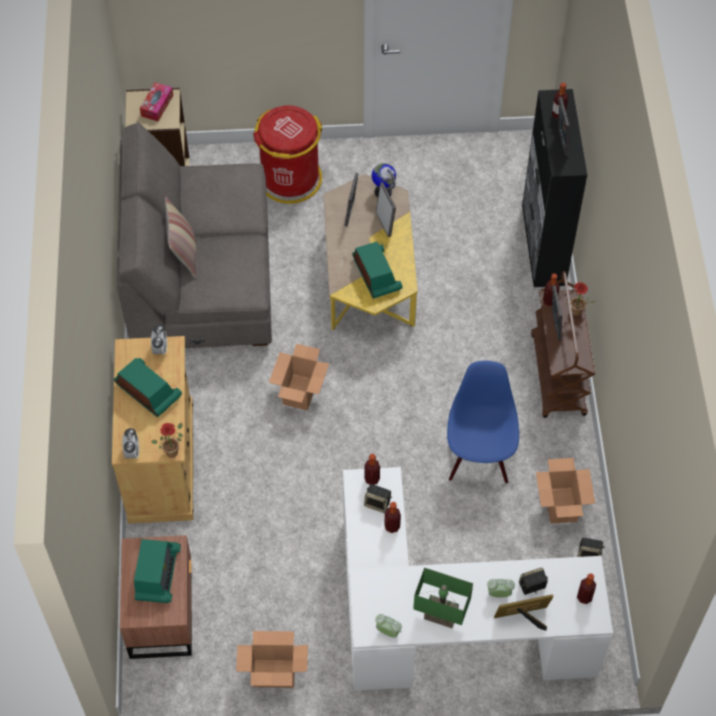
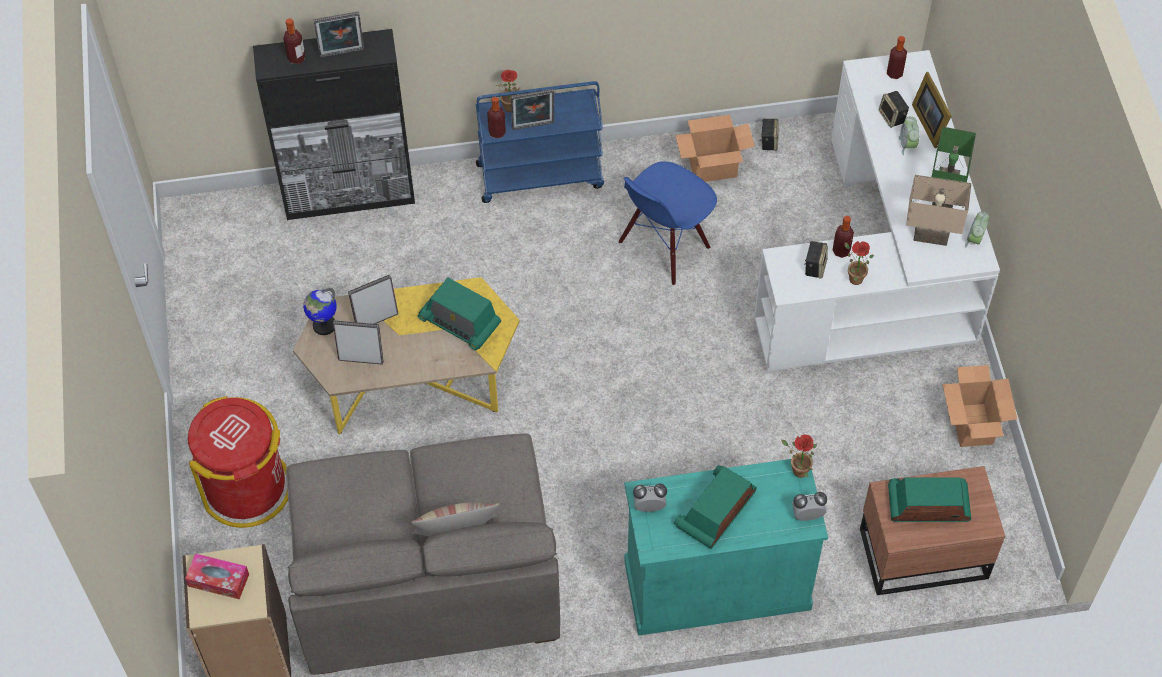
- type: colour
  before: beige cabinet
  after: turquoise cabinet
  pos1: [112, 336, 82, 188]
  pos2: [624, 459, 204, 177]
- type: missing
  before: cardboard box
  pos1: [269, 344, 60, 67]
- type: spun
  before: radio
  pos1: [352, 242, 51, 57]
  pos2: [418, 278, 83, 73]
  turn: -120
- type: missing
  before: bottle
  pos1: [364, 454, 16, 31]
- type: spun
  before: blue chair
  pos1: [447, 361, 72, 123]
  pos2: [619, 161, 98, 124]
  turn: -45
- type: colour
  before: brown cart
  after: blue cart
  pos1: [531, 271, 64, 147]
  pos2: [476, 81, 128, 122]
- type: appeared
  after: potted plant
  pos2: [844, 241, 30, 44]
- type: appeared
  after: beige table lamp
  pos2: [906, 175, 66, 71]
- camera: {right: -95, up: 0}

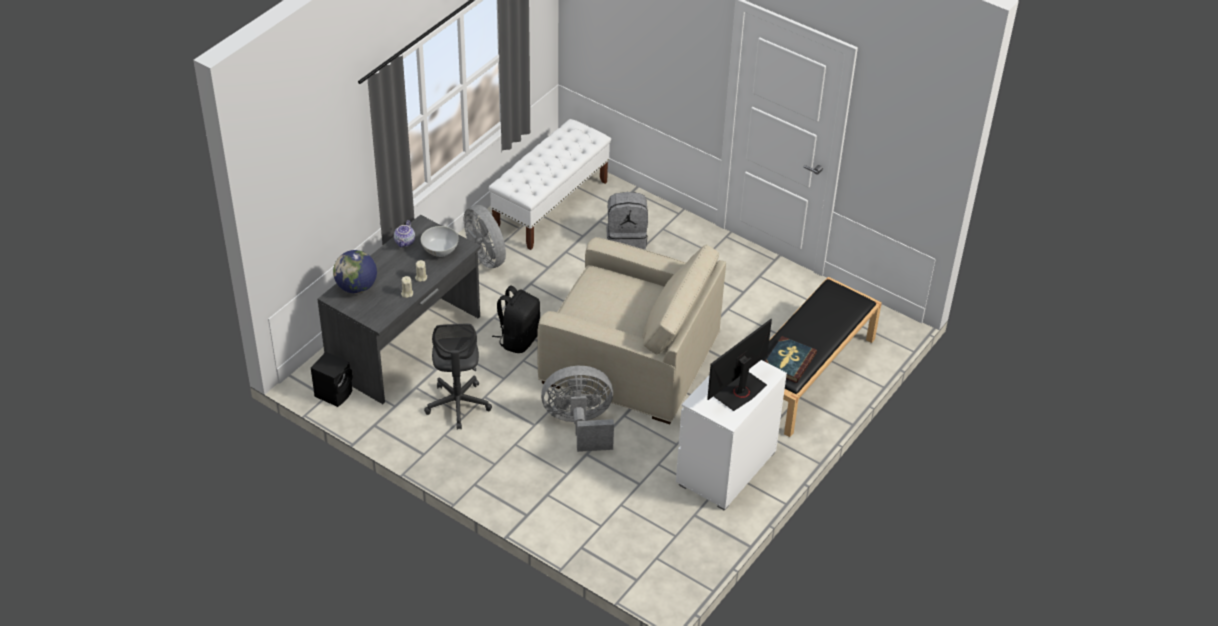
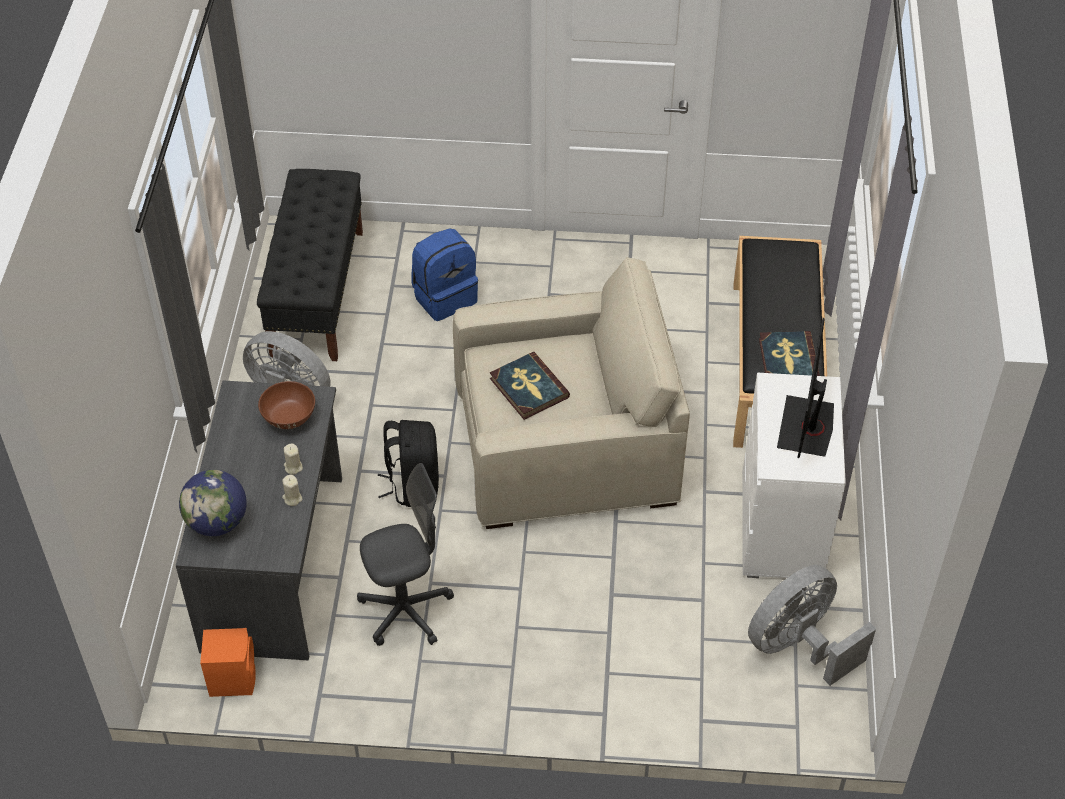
- type: colour
  before: black speaker
  after: orange speaker
  pos1: [311, 352, 42, 55]
  pos2: [200, 628, 56, 69]
- type: missing
  before: teapot
  pos1: [394, 220, 21, 27]
- type: colour
  before: white bowl
  after: brown bowl
  pos1: [421, 226, 38, 31]
  pos2: [258, 381, 57, 48]
- type: spun
  before: grey office chair
  pos1: [424, 323, 68, 107]
  pos2: [357, 463, 97, 183]
  turn: -75
- type: colour
  before: white bench
  after: black bench
  pos1: [488, 119, 123, 131]
  pos2: [257, 169, 106, 192]
- type: relocated
  before: grey fan
  pos1: [541, 366, 73, 86]
  pos2: [748, 565, 128, 121]
- type: colour
  before: grey backpack
  after: blue backpack
  pos1: [606, 192, 42, 58]
  pos2: [411, 229, 67, 92]
- type: appeared
  after: book
  pos2: [490, 352, 80, 68]
- camera: {right: -30, up: 5}

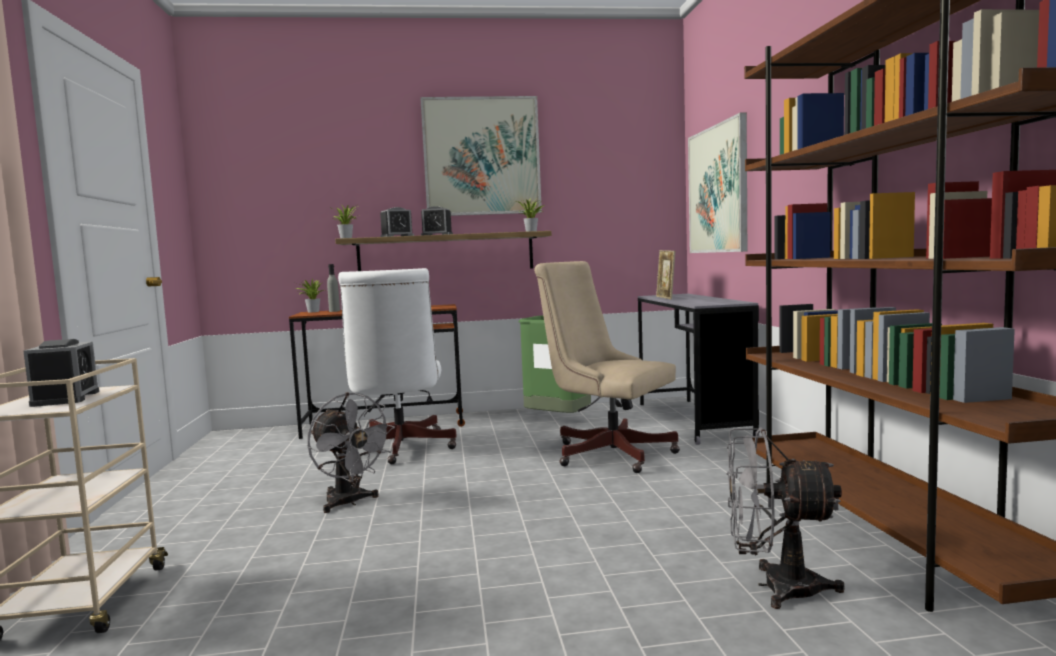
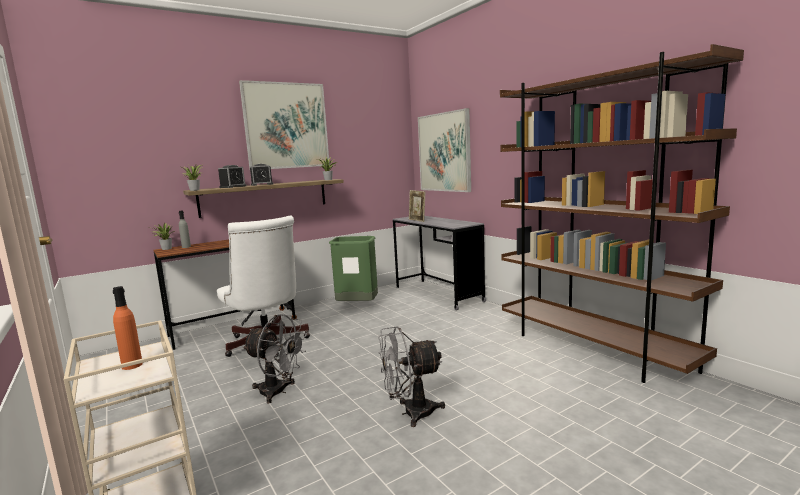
- type: exchanged
  before: alarm clock
  after: orange bottle
  pos1: [23, 339, 76, 68]
  pos2: [113, 286, 30, 84]
- type: missing
  before: beige office chair
  pos1: [534, 261, 146, 212]
- type: relocated
  before: grey fan
  pos1: [727, 428, 118, 181]
  pos2: [378, 326, 67, 101]
- camera: {right: -25, up: 5}

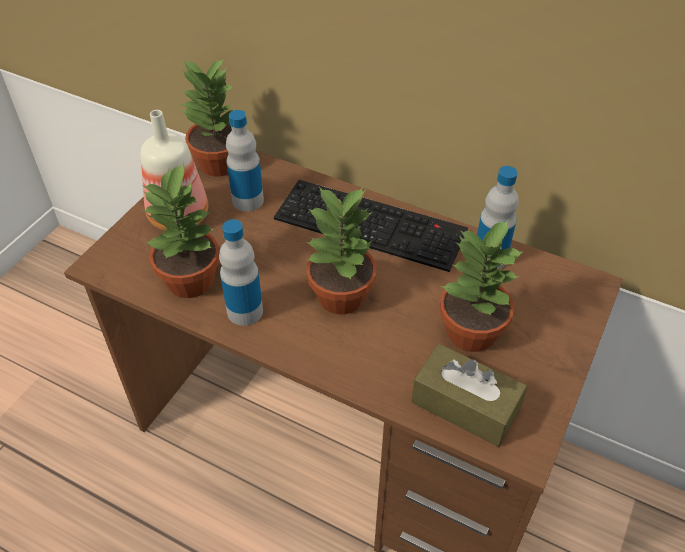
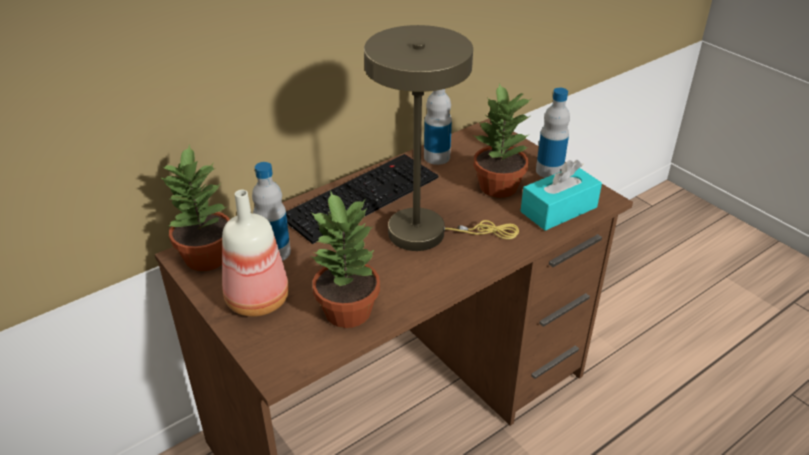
- type: relocated
  before: bottle
  pos1: [219, 219, 44, 107]
  pos2: [536, 88, 34, 90]
- type: exchanged
  before: potted plant
  after: beige table lamp
  pos1: [306, 187, 70, 127]
  pos2: [364, 25, 155, 226]
- type: colour
  before: brown tissue box
  after: turquoise tissue box
  pos1: [411, 344, 116, 103]
  pos2: [520, 160, 82, 71]
- camera: {right: -65, up: -10}

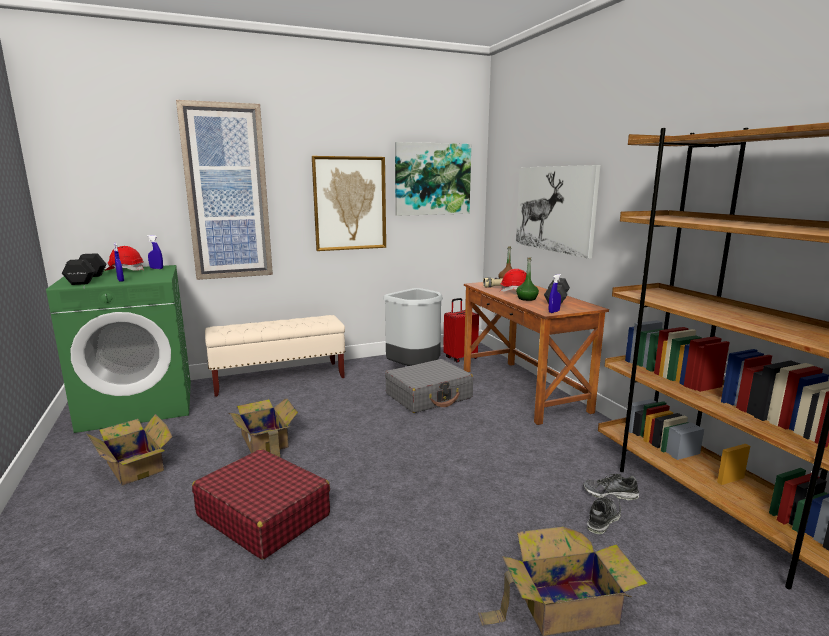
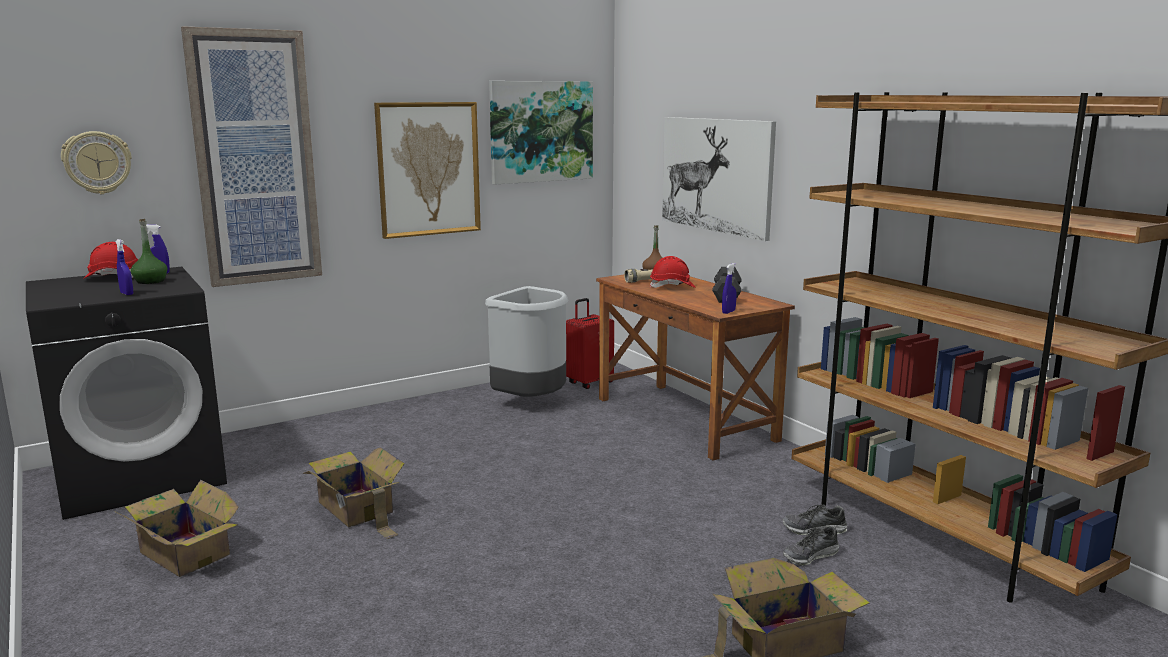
- type: colour
  before: green washing machine
  after: black washing machine
  pos1: [46, 265, 145, 168]
  pos2: [26, 267, 201, 253]
- type: missing
  before: black dumbbell
  pos1: [62, 253, 45, 32]
- type: missing
  before: red suitcase
  pos1: [192, 449, 138, 111]
- type: missing
  before: beige bench
  pos1: [205, 315, 141, 82]
- type: missing
  before: grey suitcase
  pos1: [385, 359, 88, 54]
- type: relocated
  before: green bottle
  pos1: [516, 257, 23, 44]
  pos2: [131, 219, 36, 65]
- type: spun
  before: shoe
  pos1: [587, 494, 34, 40]
  pos2: [783, 525, 57, 41]
  turn: -150
- type: appeared
  after: wall clock
  pos2: [61, 131, 71, 63]
- camera: {right: -10, up: 0}

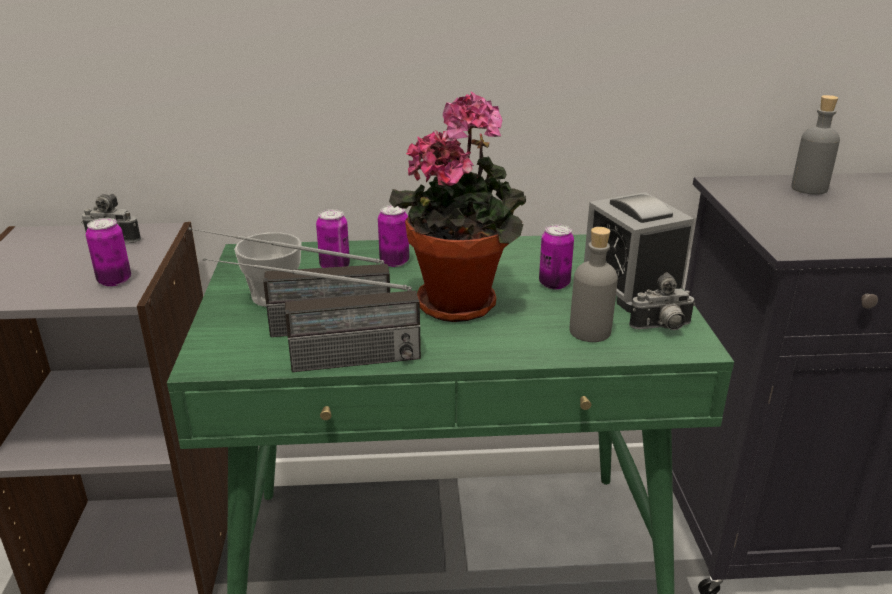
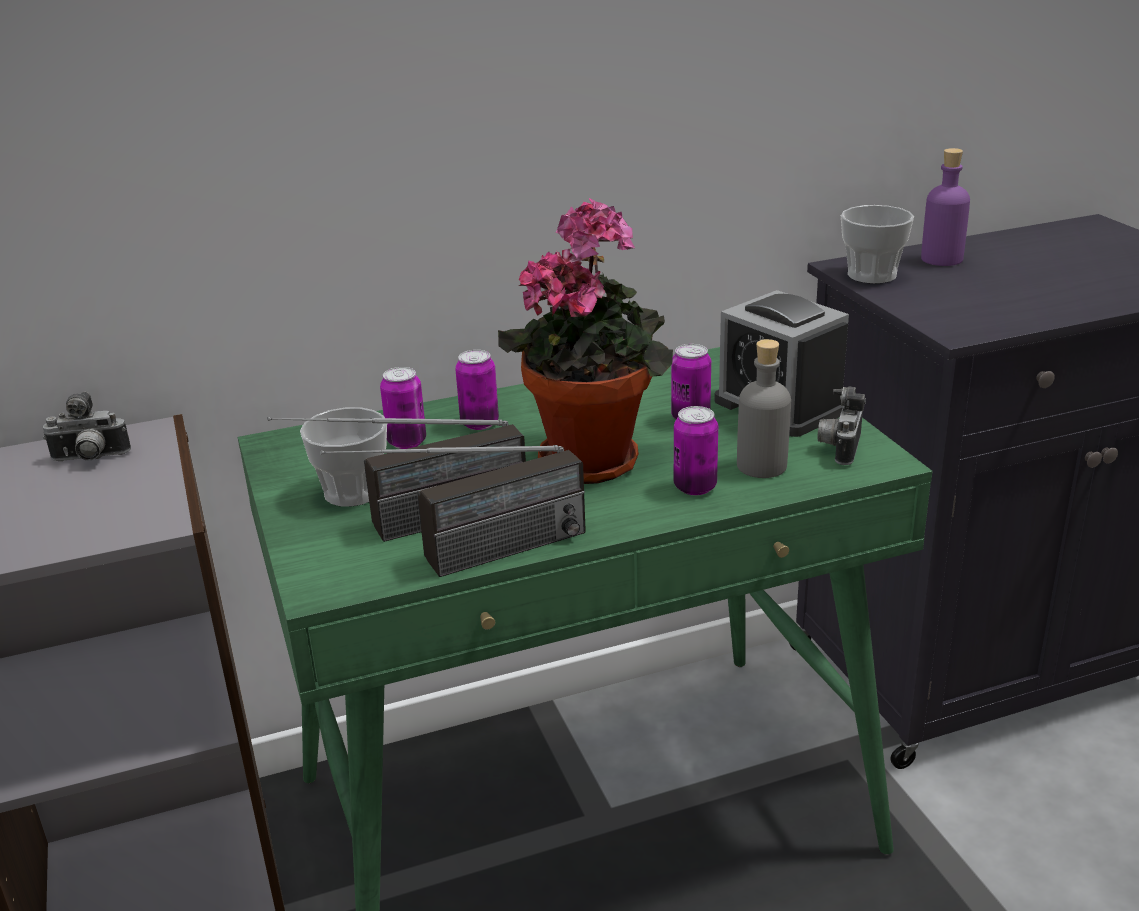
- type: relocated
  before: can
  pos1: [86, 218, 45, 69]
  pos2: [674, 406, 44, 89]
- type: spun
  before: photo camera
  pos1: [629, 272, 66, 58]
  pos2: [818, 386, 48, 79]
  turn: 135
- type: colour
  before: grey bottle
  after: purple bottle
  pos1: [791, 95, 49, 100]
  pos2: [921, 148, 49, 118]
- type: appeared
  after: cup
  pos2: [841, 205, 73, 79]
- camera: {right: -15, up: 0}

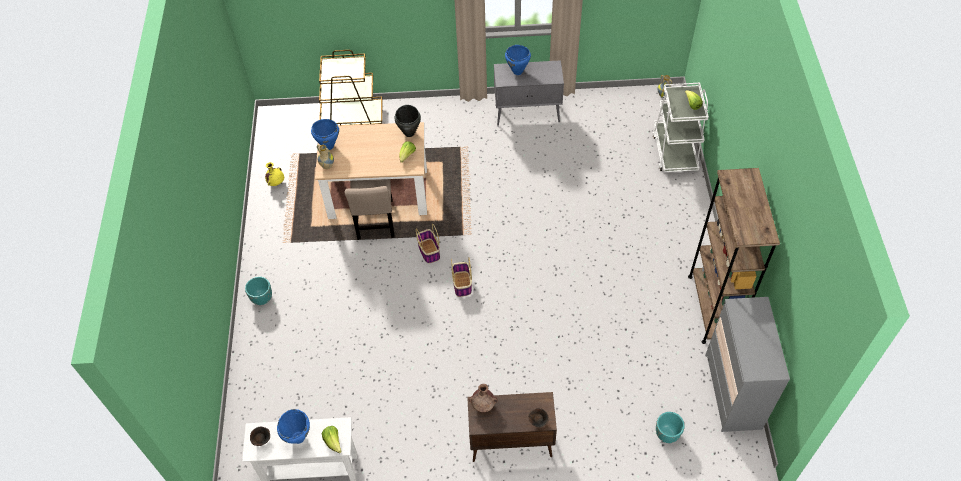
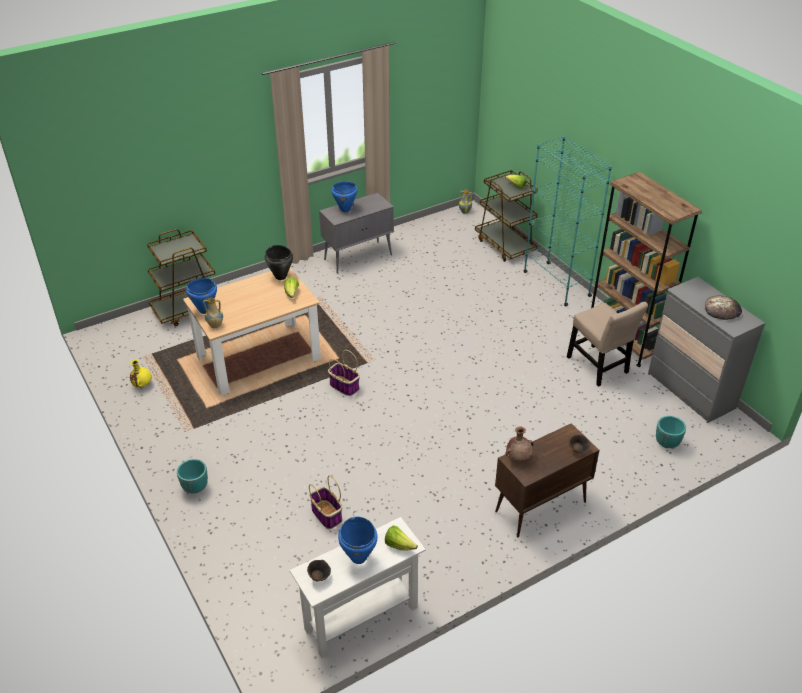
- type: relocated
  before: beige chair
  pos1: [345, 179, 50, 61]
  pos2: [567, 302, 81, 85]
- type: relocated
  before: basket
  pos1: [451, 258, 21, 39]
  pos2: [309, 475, 33, 54]
- type: colour
  before: white cart
  after: brown cart
  pos1: [653, 83, 56, 89]
  pos2: [475, 170, 63, 92]
- type: appeared
  after: turquoise bookcase
  pos2: [523, 136, 89, 171]
- type: appeared
  after: bread
  pos2: [705, 295, 37, 25]
- camera: {right: -30, up: -15}

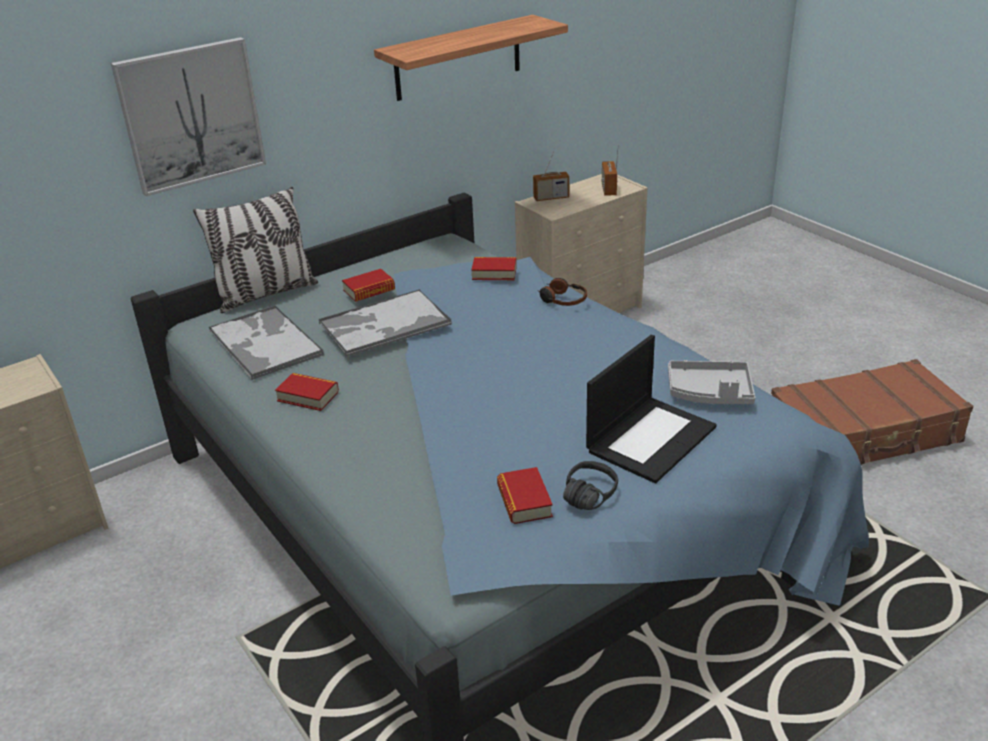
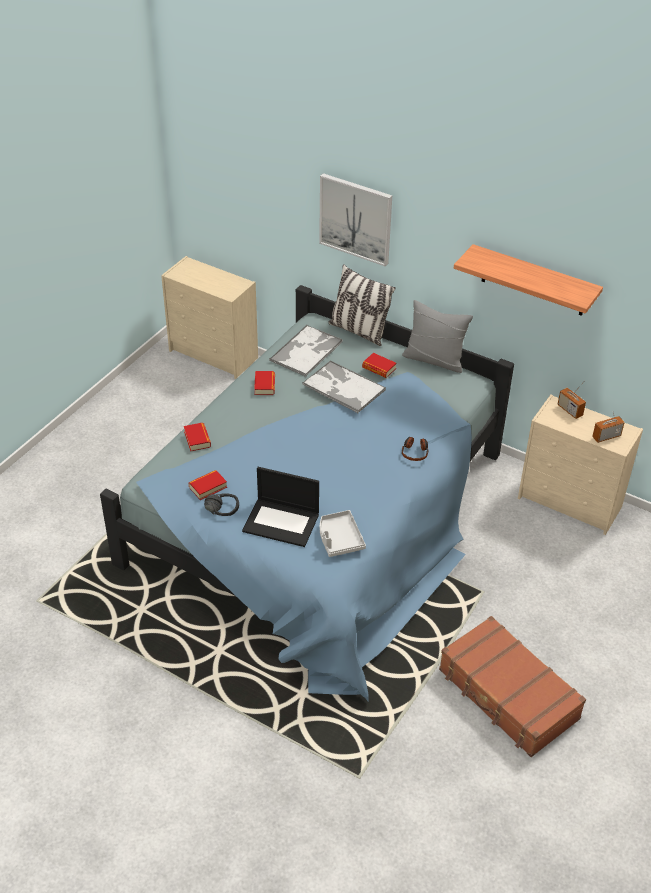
- type: relocated
  before: book
  pos1: [471, 257, 46, 23]
  pos2: [184, 423, 27, 28]
- type: appeared
  after: grey pillow
  pos2: [402, 300, 71, 73]
- camera: {right: 65, up: 10}

